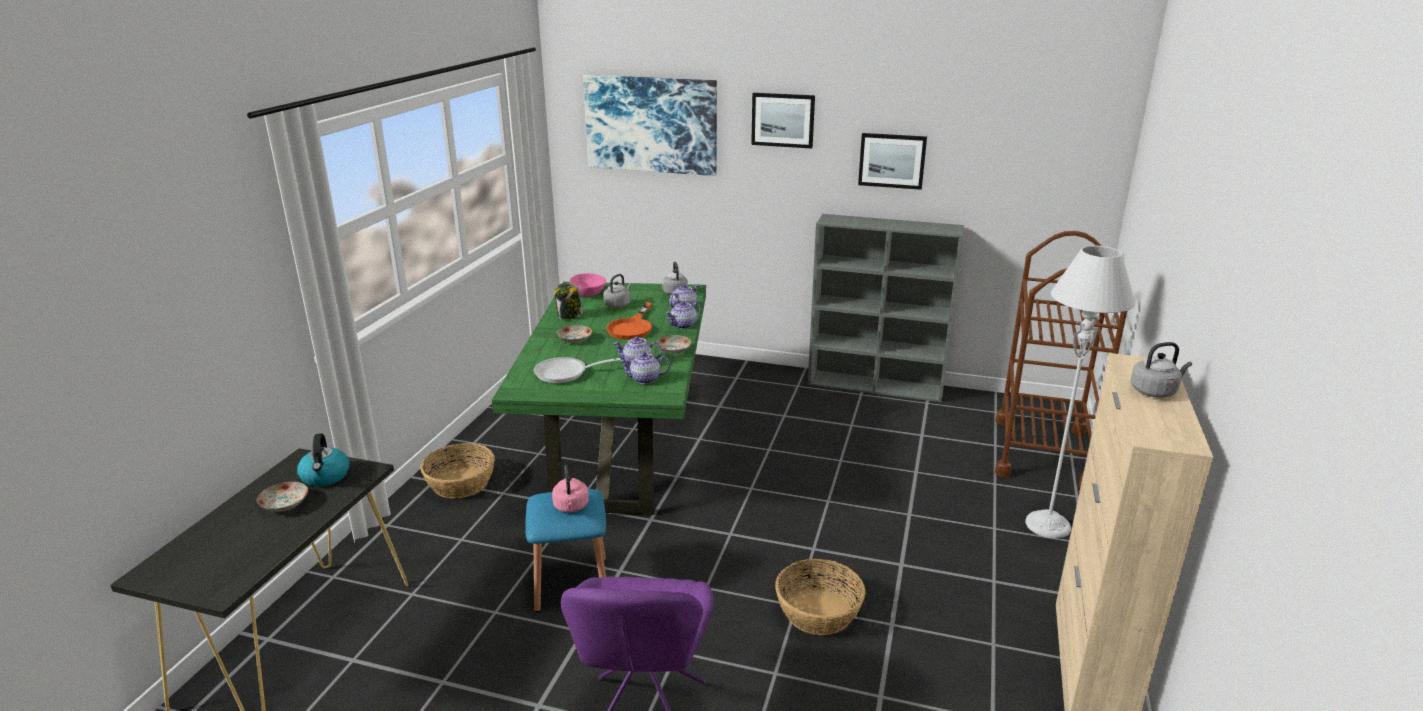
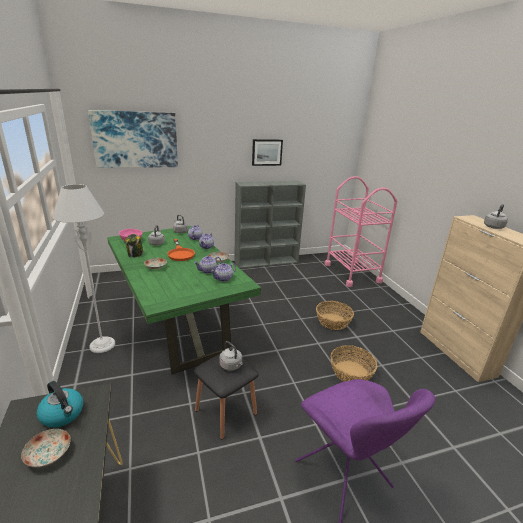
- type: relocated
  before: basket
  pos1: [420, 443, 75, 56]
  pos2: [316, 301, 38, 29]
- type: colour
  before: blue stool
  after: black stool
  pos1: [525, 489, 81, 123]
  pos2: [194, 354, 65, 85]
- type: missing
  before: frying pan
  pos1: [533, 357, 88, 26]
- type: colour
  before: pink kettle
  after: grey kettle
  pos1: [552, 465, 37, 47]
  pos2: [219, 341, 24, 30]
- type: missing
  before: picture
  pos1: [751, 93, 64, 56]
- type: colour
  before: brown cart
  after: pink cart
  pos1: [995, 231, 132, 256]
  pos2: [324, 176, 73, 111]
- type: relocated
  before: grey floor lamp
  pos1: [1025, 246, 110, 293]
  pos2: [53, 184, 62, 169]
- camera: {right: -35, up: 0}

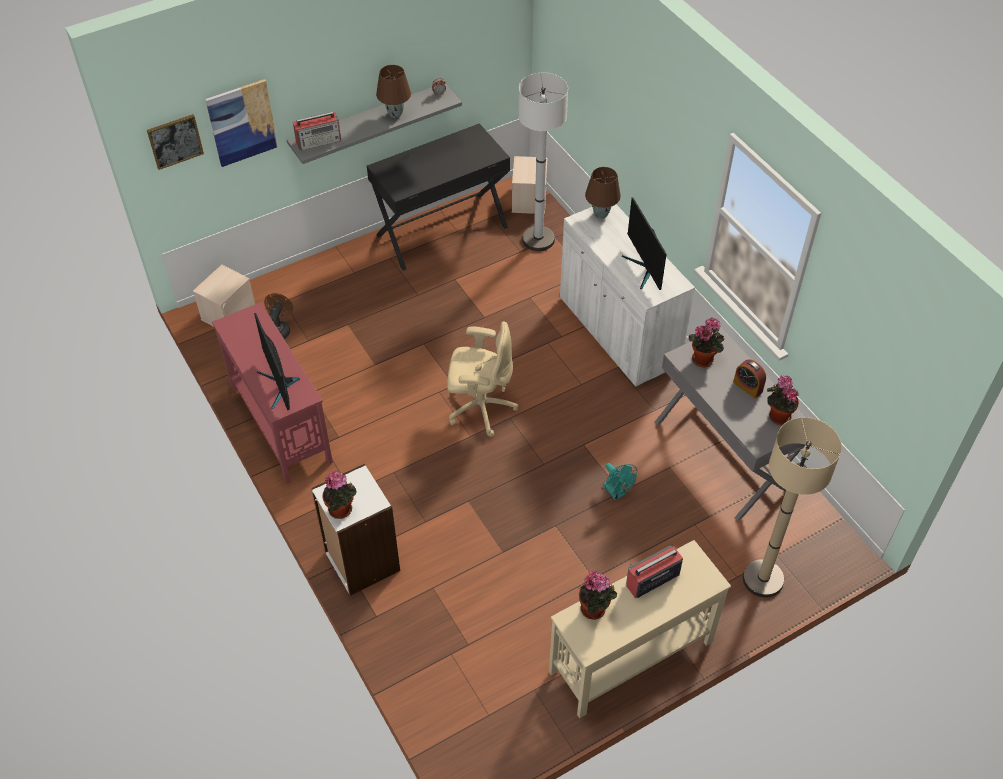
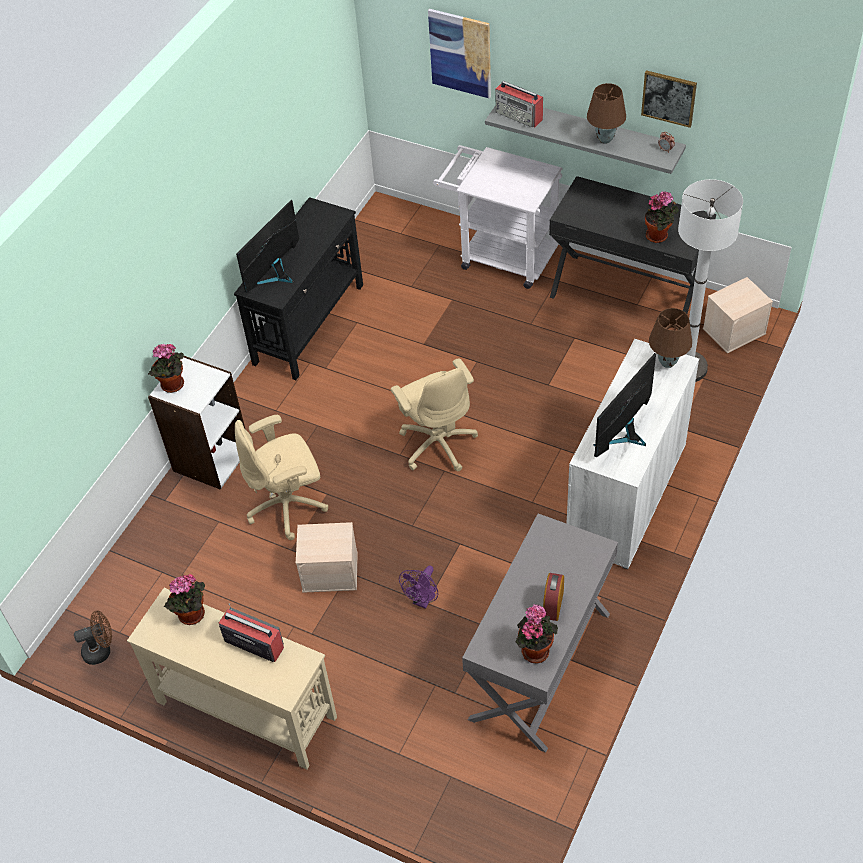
- type: relocated
  before: picture
  pos1: [147, 114, 57, 56]
  pos2: [641, 70, 56, 58]
- type: relocated
  before: beige storage box
  pos1: [193, 265, 62, 62]
  pos2: [296, 522, 62, 71]
- type: colour
  before: red console table
  after: black console table
  pos1: [212, 302, 121, 182]
  pos2: [234, 197, 129, 183]
- type: relocated
  before: brown fan
  pos1: [264, 293, 29, 46]
  pos2: [74, 610, 38, 55]
- type: colour
  before: turquoise fan
  after: purple fan
  pos1: [603, 463, 34, 37]
  pos2: [399, 566, 39, 43]
- type: relocated
  before: potted plant
  pos1: [689, 317, 35, 50]
  pos2: [645, 191, 34, 52]
- type: missing
  before: beige floor lamp
  pos1: [743, 417, 99, 181]
- type: appeared
  after: beige office chair
  pos2: [235, 415, 94, 125]
- type: appeared
  after: white cart
  pos2: [433, 145, 129, 144]
- camera: {right: 60, up: 0}

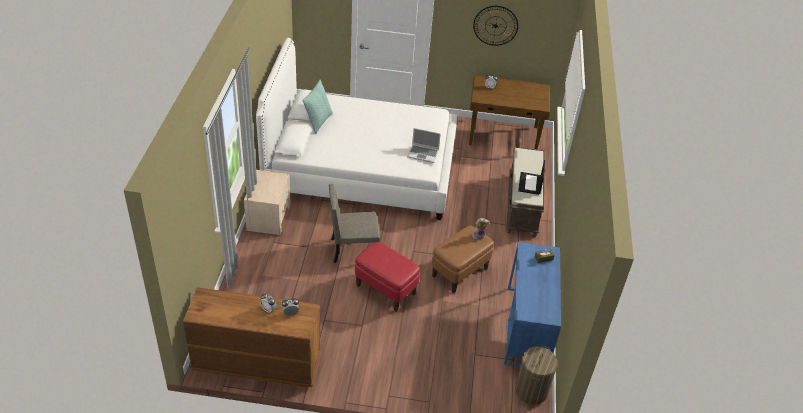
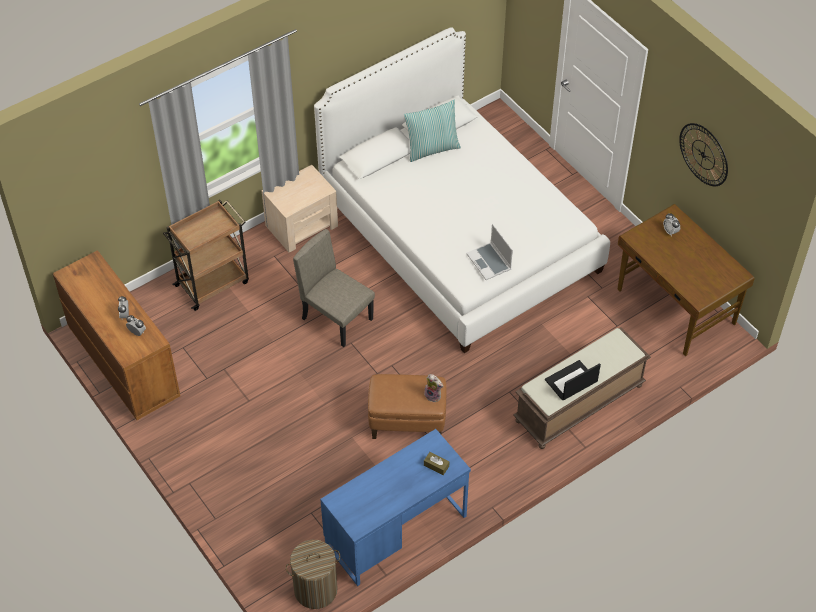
- type: missing
  before: red ottoman
  pos1: [355, 242, 65, 70]
- type: appeared
  after: brown cart
  pos2: [163, 200, 86, 111]
- camera: {right: 50, up: 10}

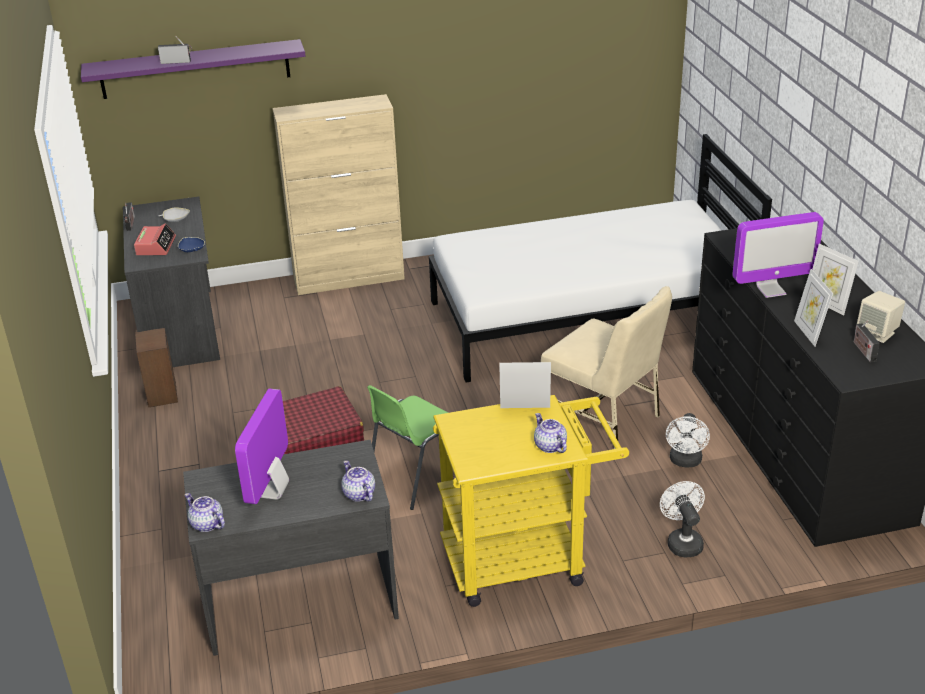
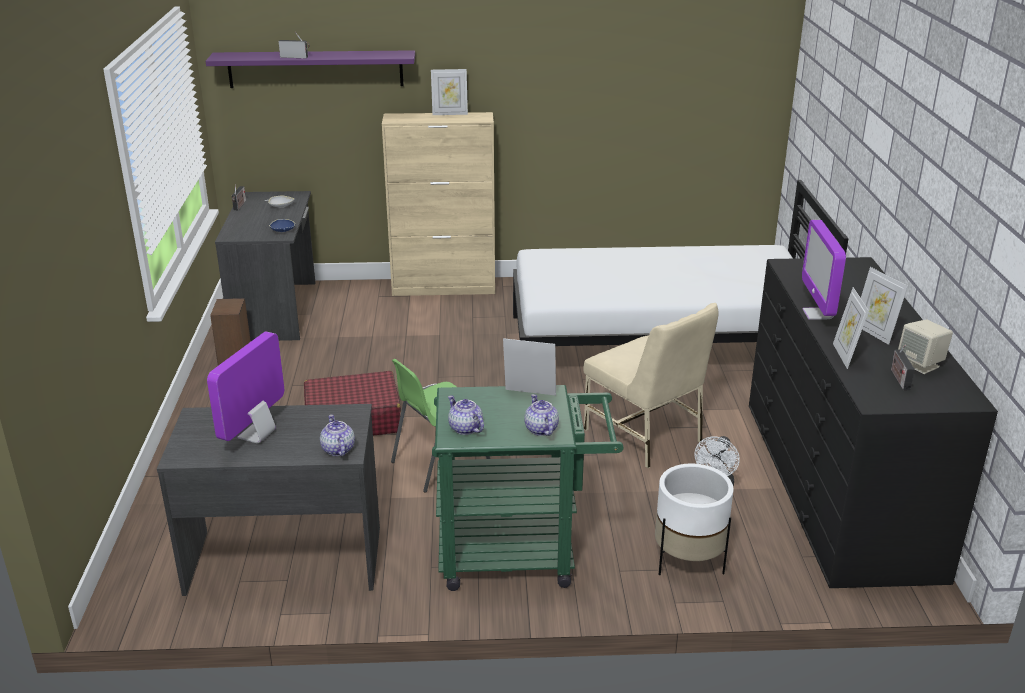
- type: missing
  before: alarm clock
  pos1: [134, 224, 42, 31]
- type: relocated
  before: teapot
  pos1: [185, 493, 40, 39]
  pos2: [448, 396, 36, 39]
- type: colour
  before: yellow cart
  after: green cart
  pos1: [433, 395, 196, 212]
  pos2: [432, 385, 192, 206]
- type: exchanged
  before: white fan
  after: white planter
  pos1: [660, 481, 45, 77]
  pos2: [655, 464, 79, 112]
- type: spun
  before: monitor
  pos1: [733, 212, 91, 86]
  pos2: [802, 220, 44, 100]
  turn: 90
- type: appeared
  after: picture frame
  pos2: [431, 69, 37, 46]
- camera: {right: 10, up: -5}

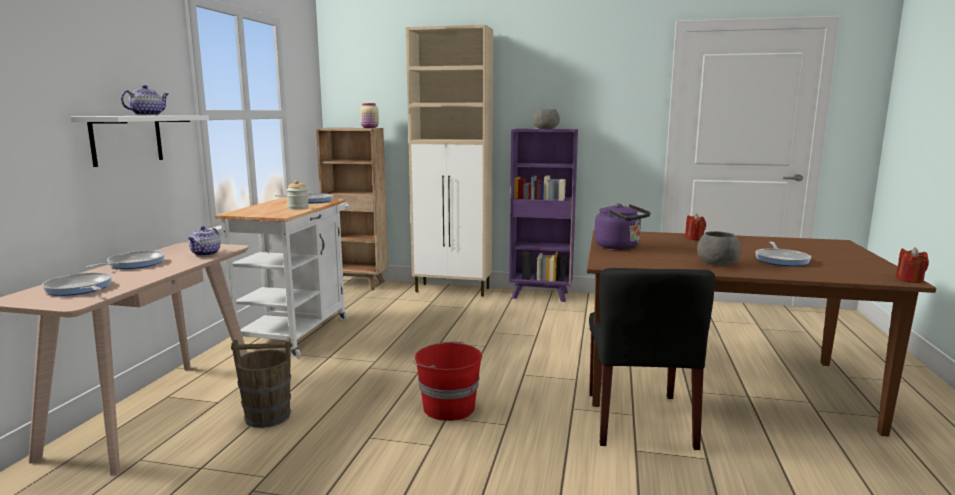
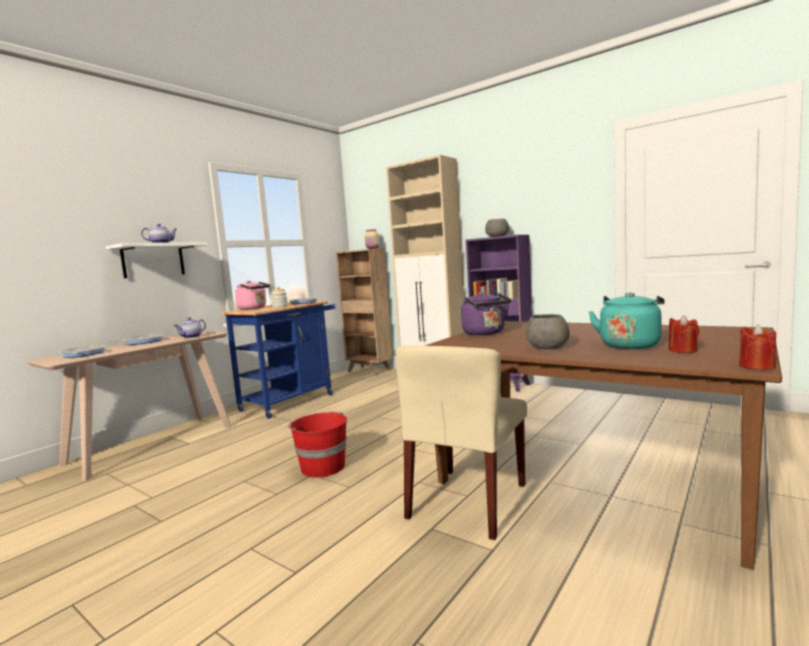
- type: colour
  before: white cart
  after: blue cart
  pos1: [215, 197, 134, 161]
  pos2: [221, 301, 114, 118]
- type: missing
  before: brown bucket
  pos1: [231, 338, 61, 90]
- type: colour
  before: black chair
  after: beige chair
  pos1: [589, 268, 126, 182]
  pos2: [396, 345, 131, 195]
- type: relocated
  before: red candle
  pos1: [685, 214, 21, 26]
  pos2: [668, 315, 31, 38]
- type: exchanged
  before: frying pan
  after: turquoise kettle
  pos1: [755, 242, 56, 24]
  pos2: [588, 292, 77, 57]
- type: appeared
  after: pink kettle
  pos2: [235, 281, 35, 29]
- camera: {right: 25, up: -5}

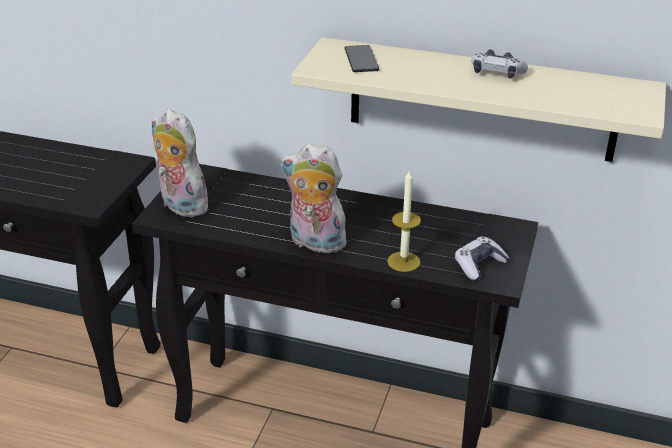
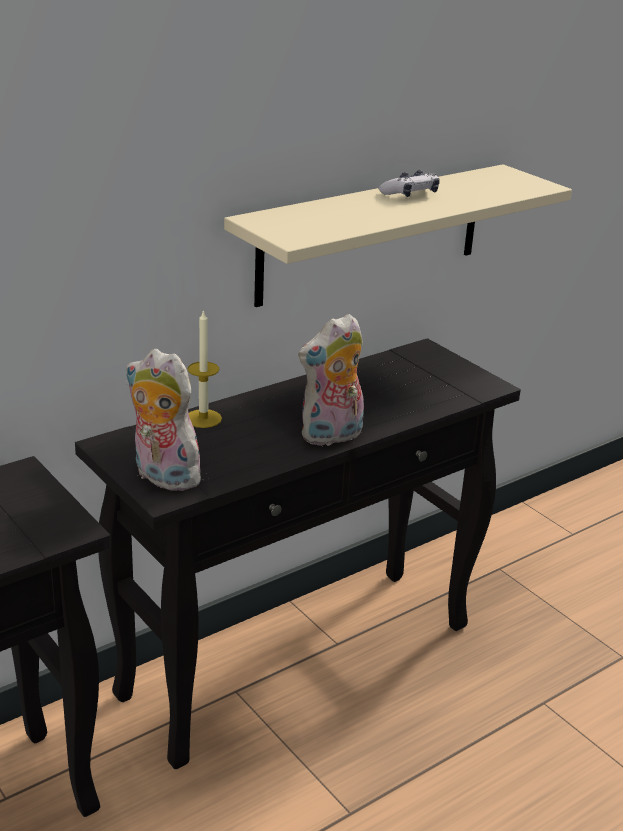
- type: spun
  before: plush toy
  pos1: [151, 109, 57, 108]
  pos2: [125, 349, 82, 142]
  turn: 45
- type: missing
  before: phone
  pos1: [345, 45, 34, 27]
- type: relocated
  before: candle
  pos1: [387, 169, 34, 103]
  pos2: [187, 309, 35, 119]
- type: missing
  before: game controller
  pos1: [455, 237, 54, 44]
- camera: {right: -55, up: -5}

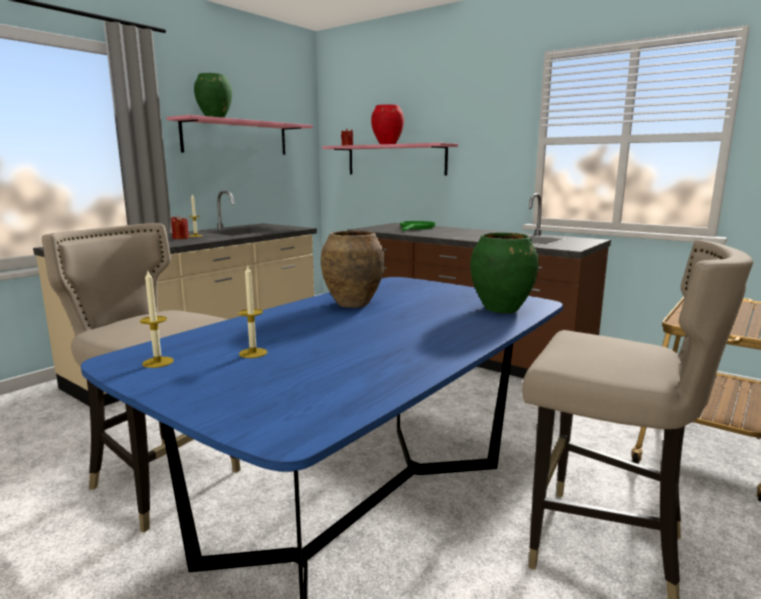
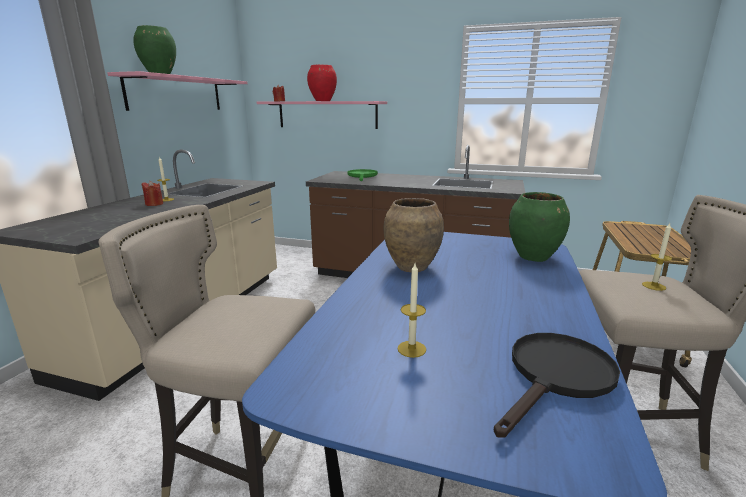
- type: relocated
  before: candle
  pos1: [140, 271, 34, 97]
  pos2: [642, 223, 30, 68]
- type: appeared
  after: black frying pan
  pos2: [494, 333, 126, 105]
- camera: {right: -20, up: 5}

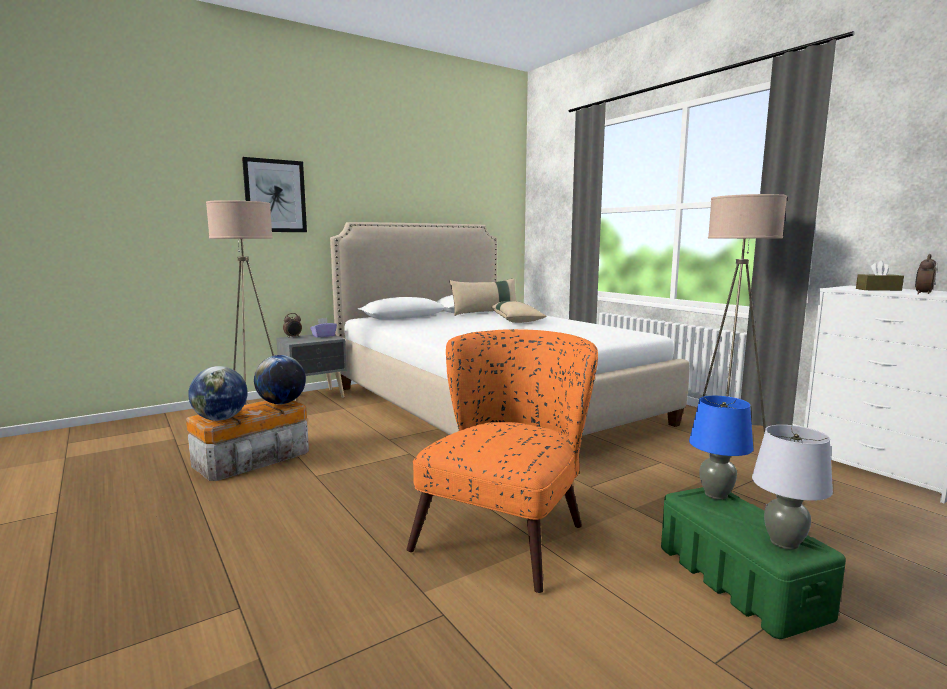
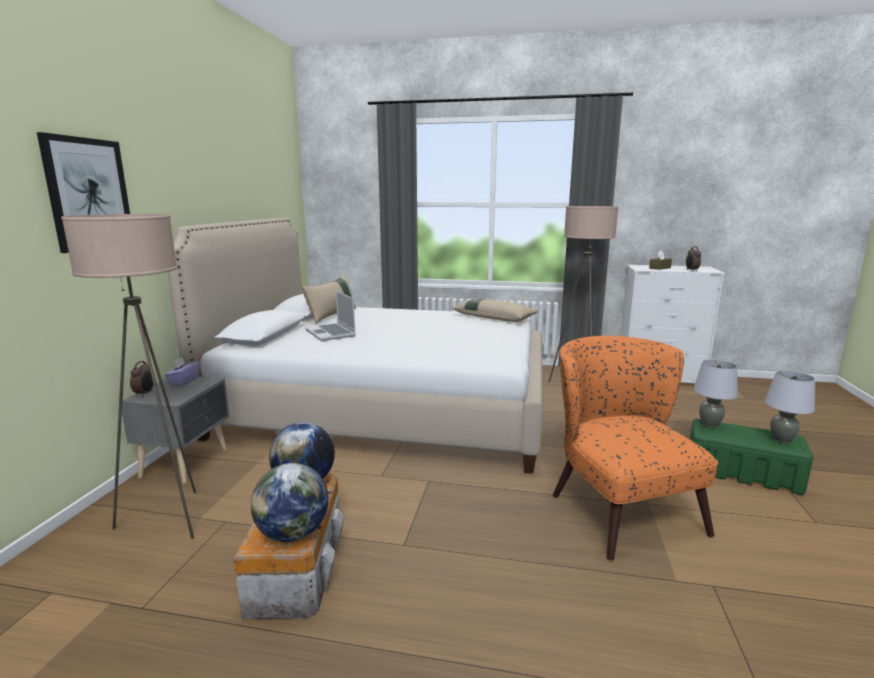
- type: relocated
  before: beige pillow
  pos1: [491, 301, 56, 22]
  pos2: [452, 299, 87, 23]
- type: colour
  before: blue table lamp
  after: grey table lamp
  pos1: [689, 396, 64, 103]
  pos2: [693, 359, 45, 69]
- type: appeared
  after: laptop
  pos2: [305, 291, 51, 50]
- camera: {right: -45, up: 5}

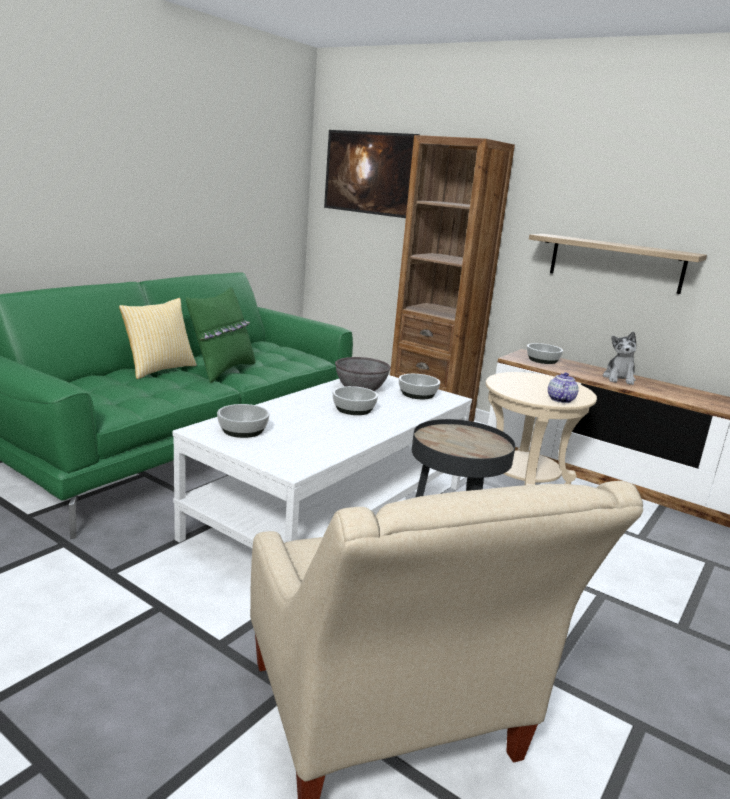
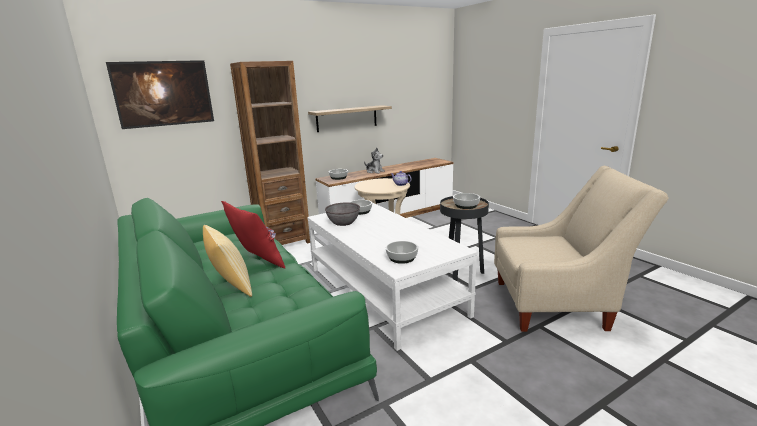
- type: colour
  before: green pillow
  after: red pillow
  pos1: [186, 287, 70, 96]
  pos2: [221, 201, 64, 67]
- type: relocated
  before: bowl
  pos1: [333, 386, 45, 29]
  pos2: [453, 193, 27, 16]
- camera: {right: -65, up: 0}

